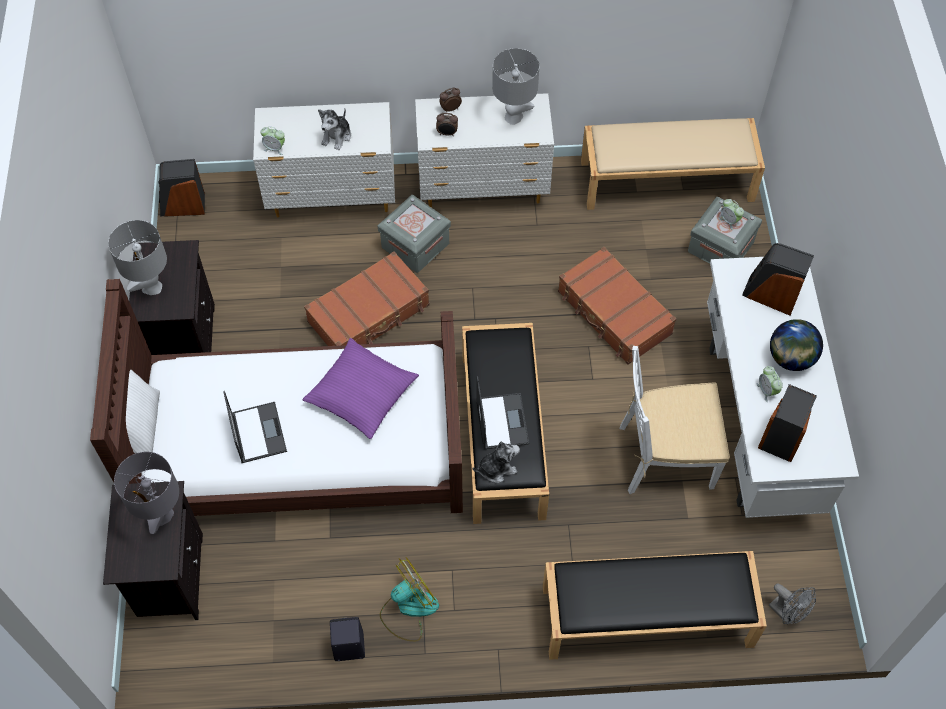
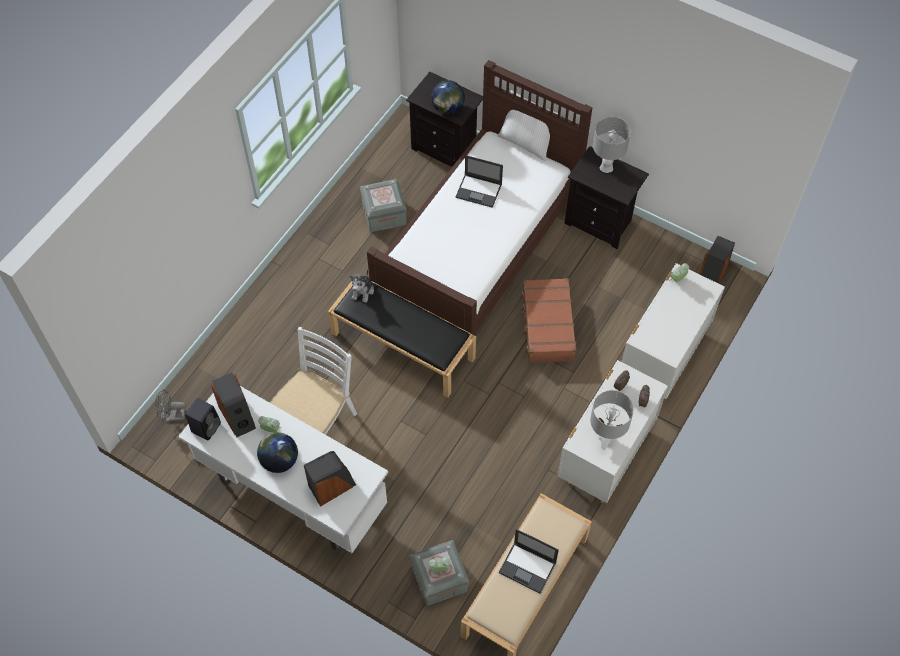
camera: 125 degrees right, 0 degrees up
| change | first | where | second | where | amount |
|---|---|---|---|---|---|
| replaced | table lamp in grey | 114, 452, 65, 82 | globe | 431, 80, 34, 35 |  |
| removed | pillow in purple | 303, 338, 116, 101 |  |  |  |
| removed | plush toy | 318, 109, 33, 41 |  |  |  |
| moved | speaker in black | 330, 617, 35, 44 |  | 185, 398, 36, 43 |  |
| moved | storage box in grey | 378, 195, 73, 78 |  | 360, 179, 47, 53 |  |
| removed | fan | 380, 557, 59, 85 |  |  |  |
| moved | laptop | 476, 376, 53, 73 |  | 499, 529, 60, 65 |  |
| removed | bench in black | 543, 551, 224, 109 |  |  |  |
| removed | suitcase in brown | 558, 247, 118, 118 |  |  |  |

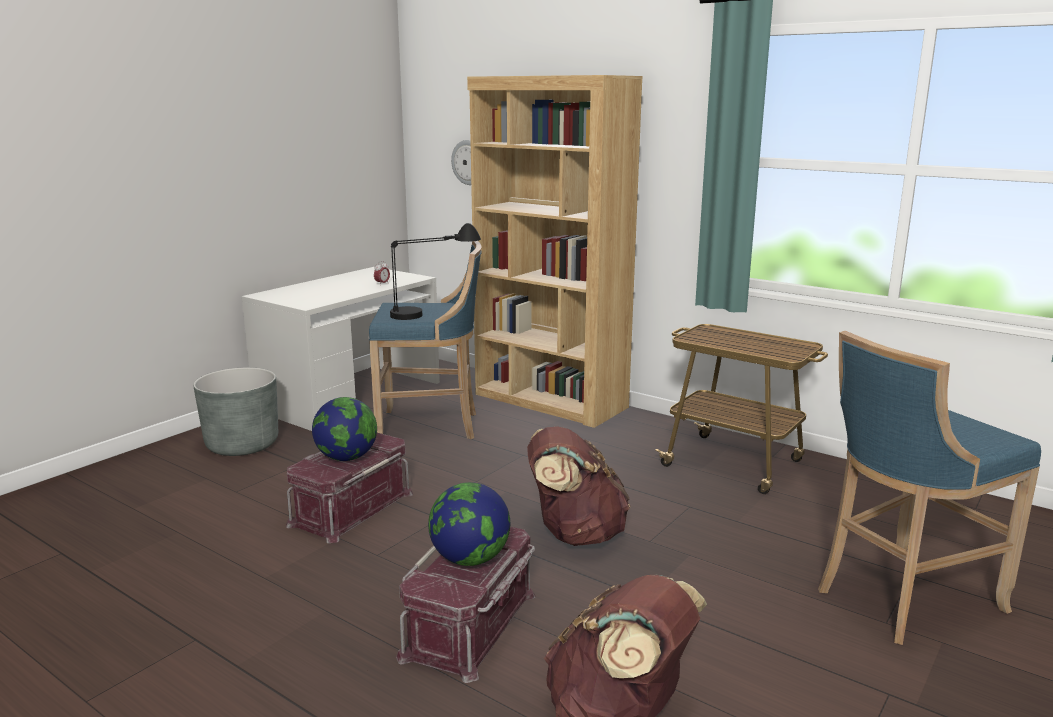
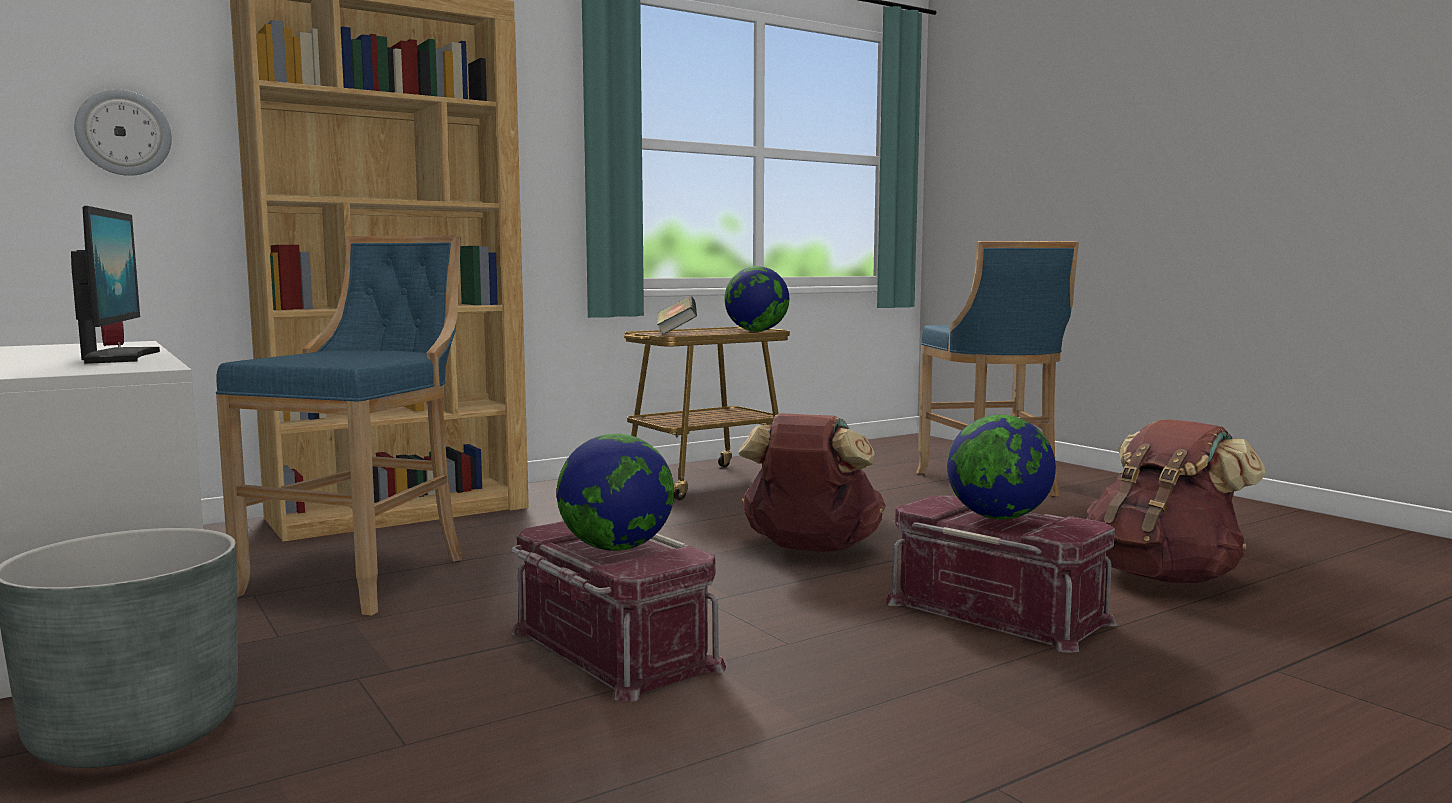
camera: 70 degrees left, 10 degrees down
| change | first | where | second | where | amount |
|---|---|---|---|---|---|
| removed | table lamp in black | 390, 223, 91, 97 |  |  |  |
| added |  |  | monitor | 71, 206, 89, 158 |  |
| added |  |  | book | 657, 296, 40, 39 |  |
| added |  |  | globe | 724, 266, 65, 65 |  |

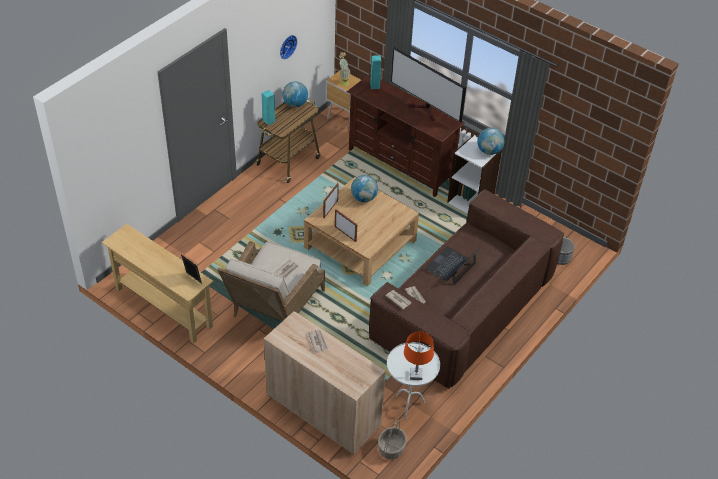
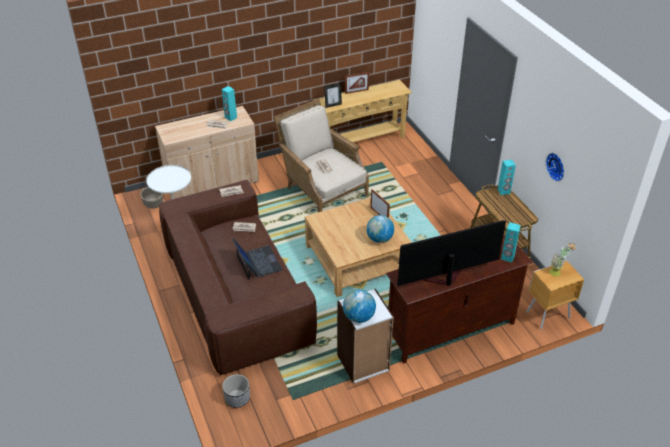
camera: 120 degrees right, 5 degrees down
| change | first | where | second | where | amount |
|---|---|---|---|---|---|
| removed | globe | 282, 81, 26, 26 |  |  |  |
| moved | picture frame | 335, 209, 22, 33 |  | 345, 72, 24, 22 |  |
| removed | table lamp in orange | 404, 332, 30, 48 |  |  |  |
| added |  |  | speaker in turquoise | 222, 86, 15, 35 |  |

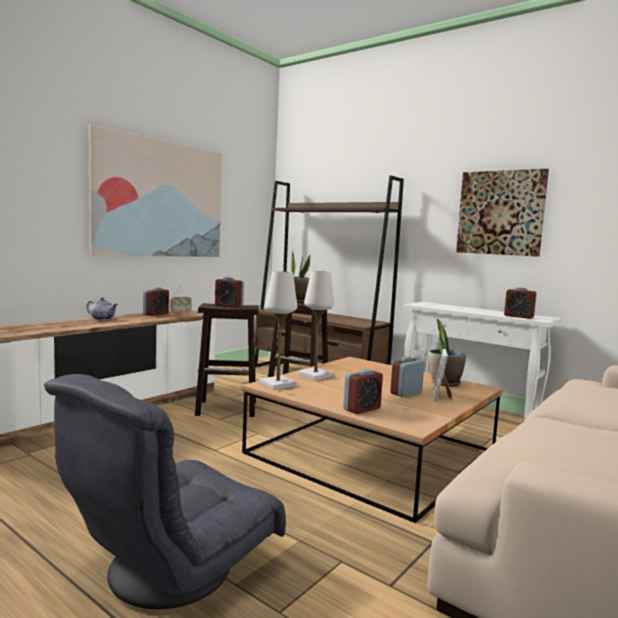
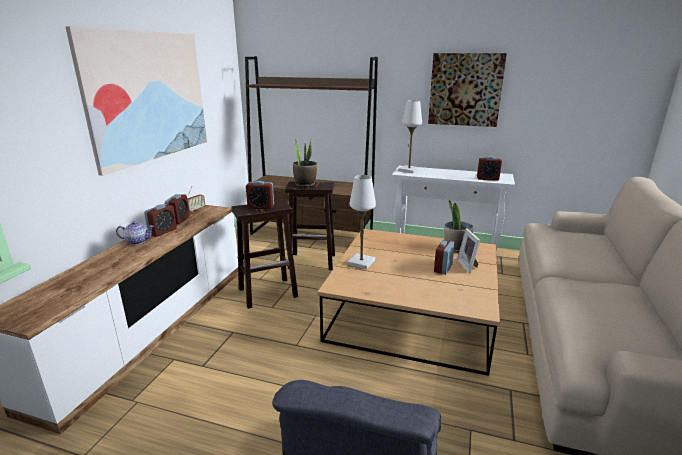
camera: 20 degrees left, 15 degrees up
| change | first | where | second | where | amount |
|---|---|---|---|---|---|
| moved | table lamp in white | 259, 271, 38, 119 |  | 398, 100, 24, 73 |  |
| moved | alarm clock | 343, 369, 40, 45 |  | 144, 204, 33, 33 |  |

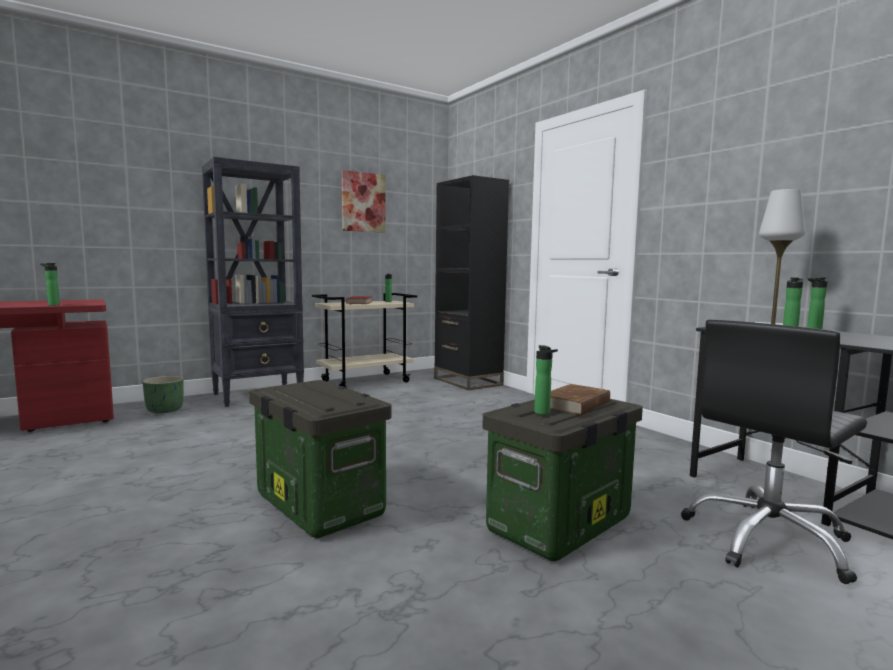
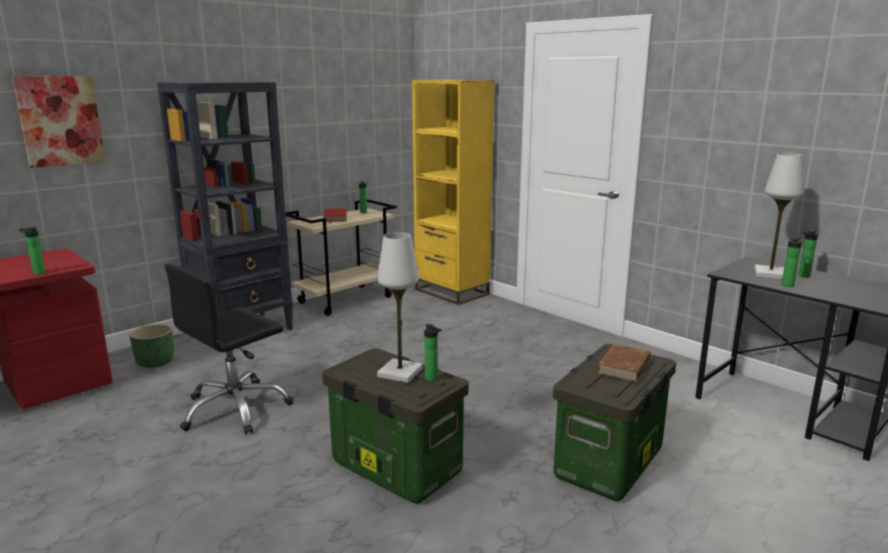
camera: 10 degrees left, 10 degrees up
| change | first | where | second | where | amount |
|---|---|---|---|---|---|
| moved | picture | 342, 170, 44, 63 |  | 12, 76, 93, 92 |  |
| recoloured | bookcase in black | 434, 175, 75, 215 | bookcase in yellow | 412, 80, 83, 225 |  |
| moved | bottle | 534, 345, 24, 69 |  | 424, 324, 18, 57 |  |
| moved | office chair in black | 681, 320, 186, 264 |  | 164, 263, 129, 172 |  |
| added |  |  | table lamp in white | 377, 232, 46, 151 |  |

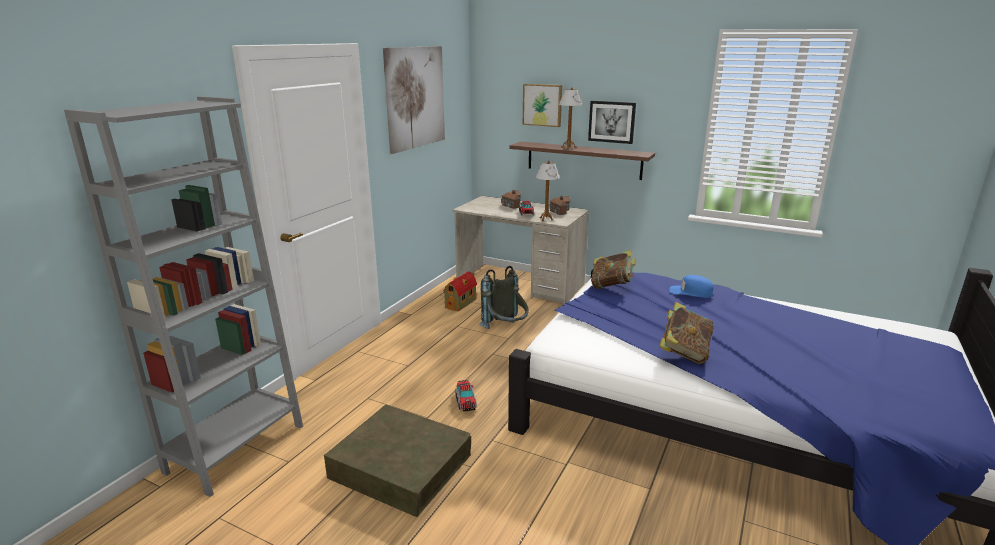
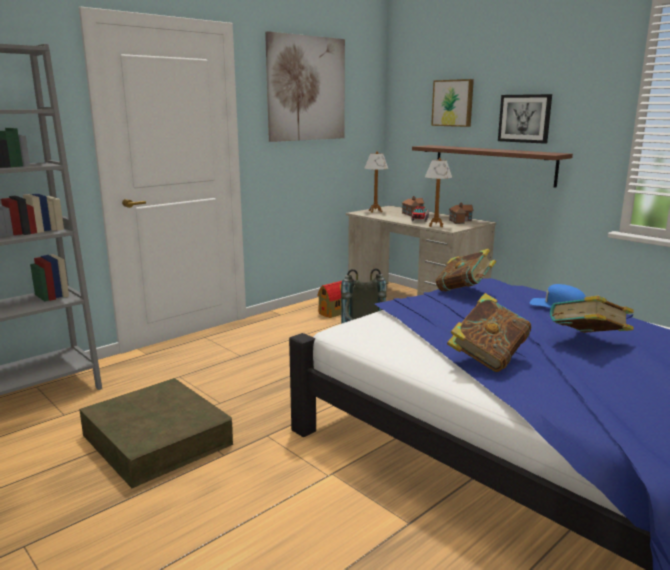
camera: 20 degrees right, 5 degrees down
| change | first | where | second | where | amount |
|---|---|---|---|---|---|
| removed | toy truck | 455, 380, 22, 32 |  |  |  |
| moved | table lamp | 559, 88, 24, 61 |  | 365, 151, 23, 62 |  |
| added |  |  | book | 550, 296, 84, 37 |  |

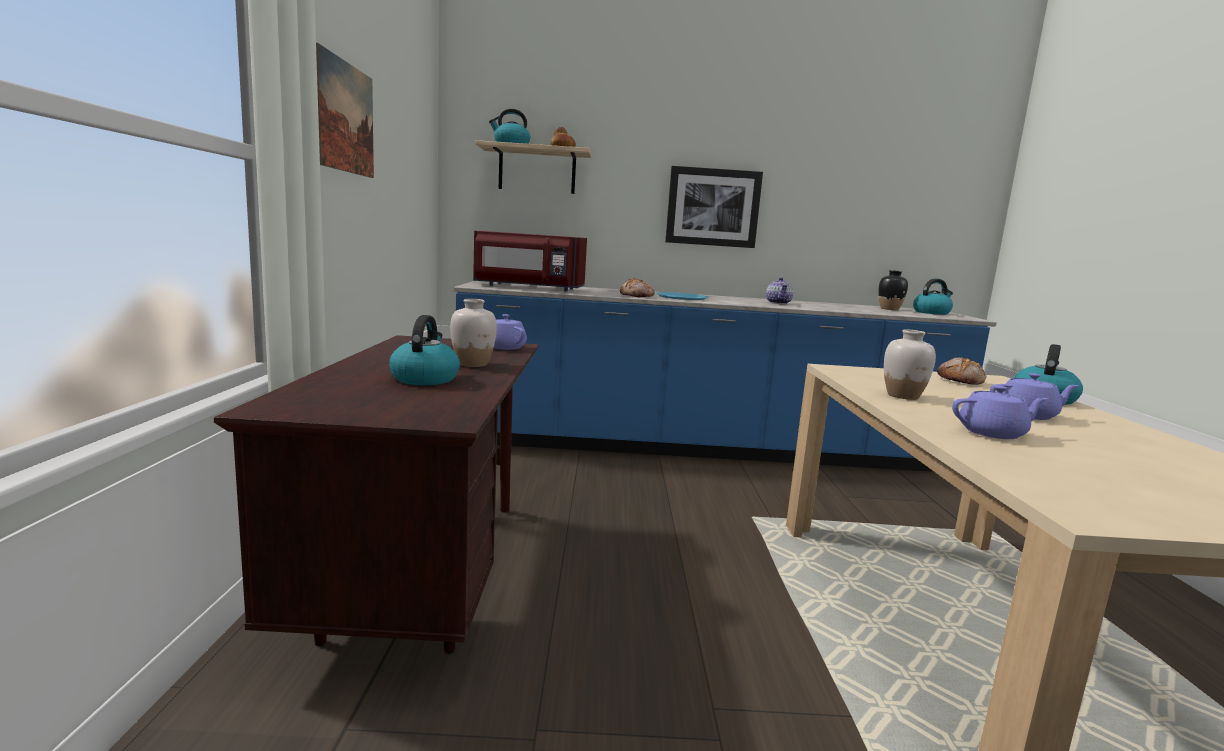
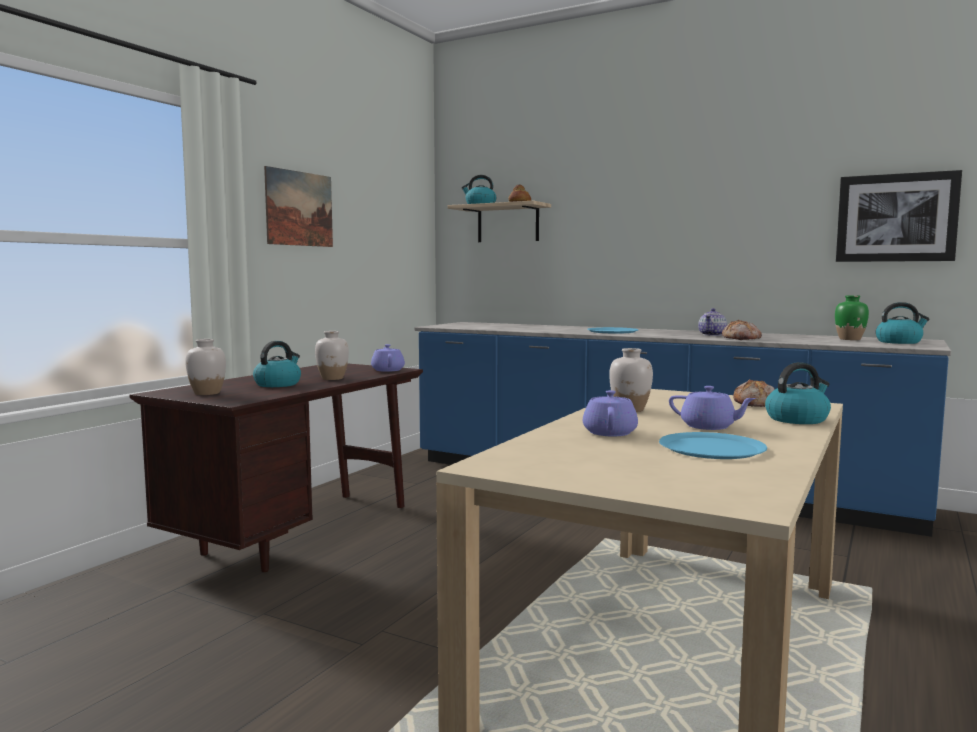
camera: 30 degrees right, 5 degrees down
| change | first | where | second | where | amount |
|---|---|---|---|---|---|
| removed | microwave in red | 473, 231, 114, 60 |  |  |  |
| moved | bread | 620, 278, 35, 20 |  | 722, 320, 40, 20 |  |
| moved | picture | 665, 166, 98, 82 |  | 836, 170, 126, 92 |  |
| recoloured | vase in black | 878, 270, 30, 40 | vase in green | 835, 295, 34, 45 |  |
| turned | teapot in purple | 952, 386, 96, 53 |  | 583, 390, 55, 46 | 105 degrees counterclockwise |
| added |  |  | vase in white | 185, 339, 41, 56 |  |
| added |  |  | plate in blue | 659, 432, 108, 27 |  |

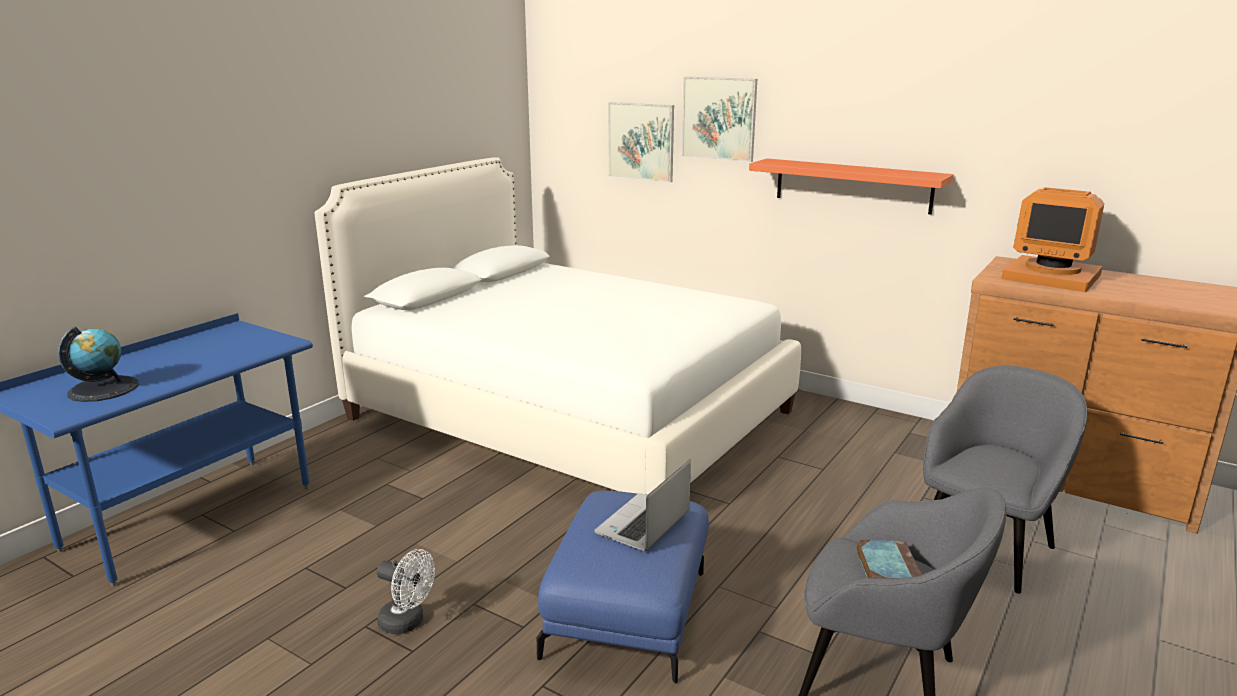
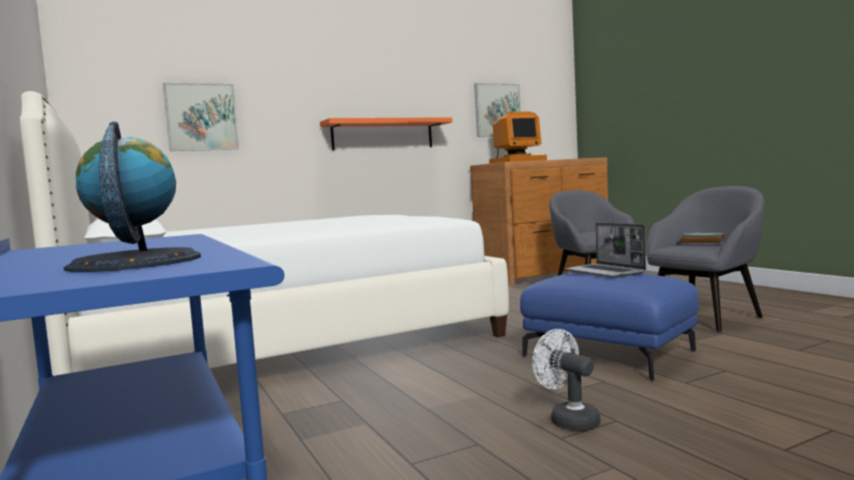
camera: 60 degrees left, 15 degrees down
| change | first | where | second | where | amount |
|---|---|---|---|---|---|
| turned | fan in white | 377, 549, 58, 85 |  | 532, 329, 69, 102 | 90 degrees counterclockwise |
| moved | picture | 681, 77, 76, 85 |  | 474, 83, 47, 54 |  |

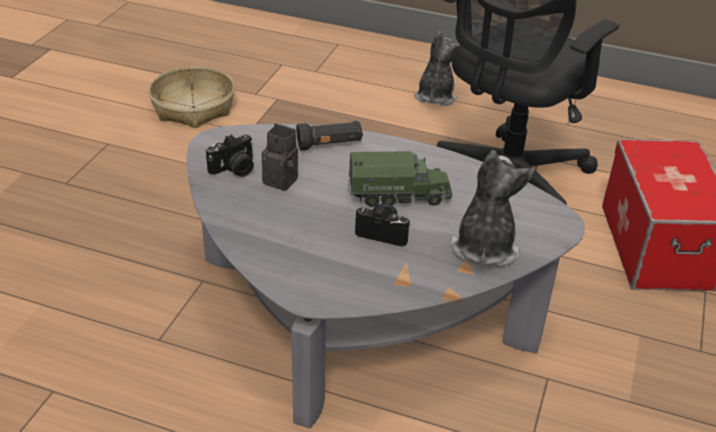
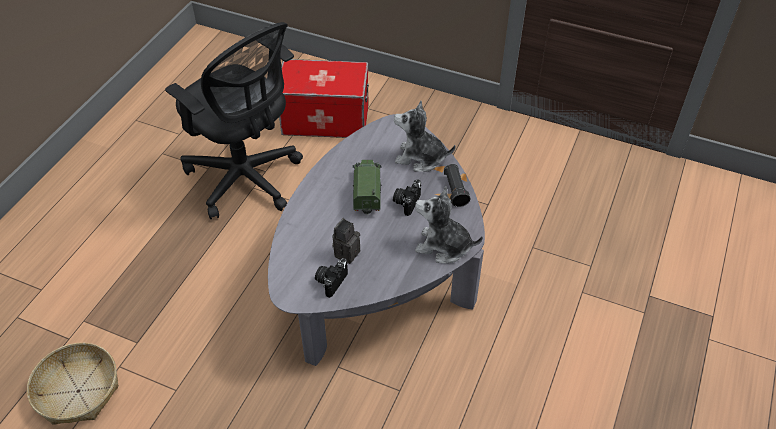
camera: 85 degrees left, 10 degrees up
| change | first | where | second | where | amount |
|---|---|---|---|---|---|
| turned | photo camera | 206, 134, 48, 43 |  | 315, 258, 33, 40 | 120 degrees counterclockwise |
| moved | flashlight in black | 296, 120, 67, 30 |  | 444, 164, 27, 43 |  |
| moved | plush toy | 415, 31, 45, 75 |  | 415, 186, 68, 77 |  |

